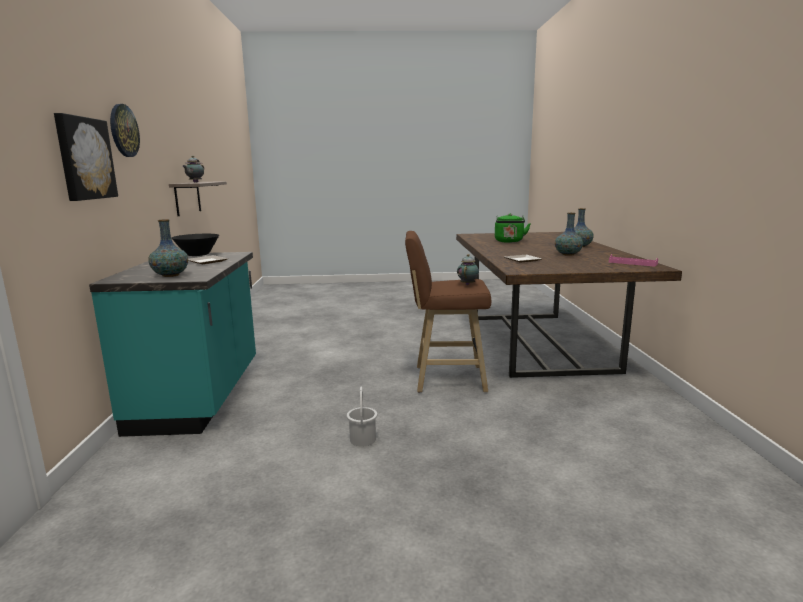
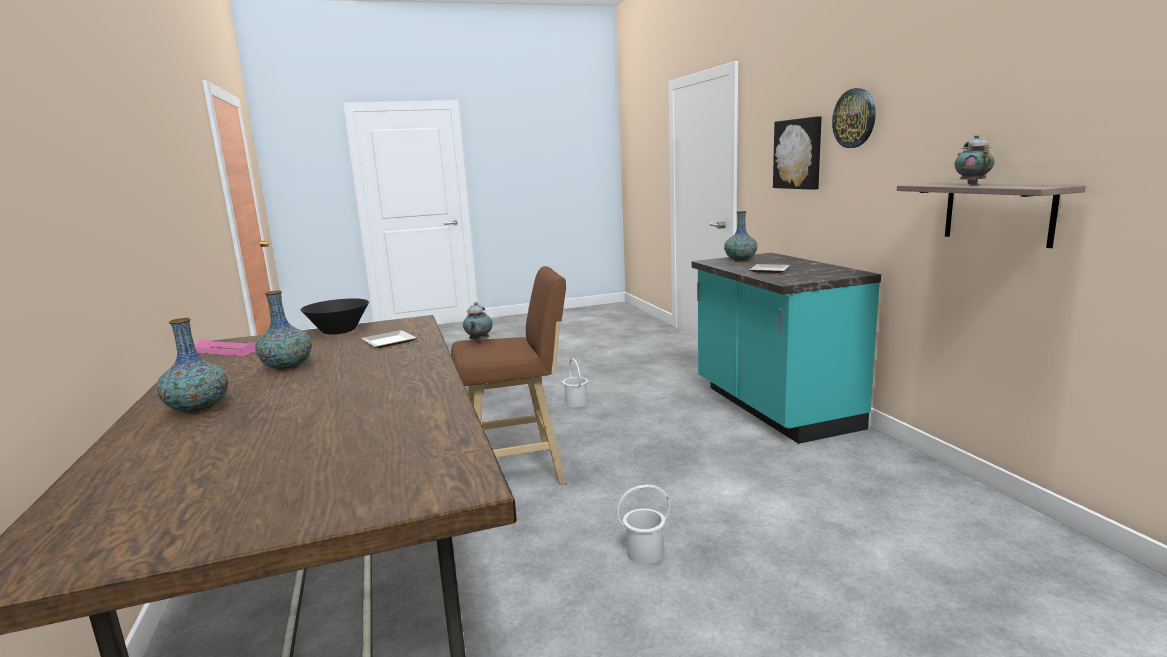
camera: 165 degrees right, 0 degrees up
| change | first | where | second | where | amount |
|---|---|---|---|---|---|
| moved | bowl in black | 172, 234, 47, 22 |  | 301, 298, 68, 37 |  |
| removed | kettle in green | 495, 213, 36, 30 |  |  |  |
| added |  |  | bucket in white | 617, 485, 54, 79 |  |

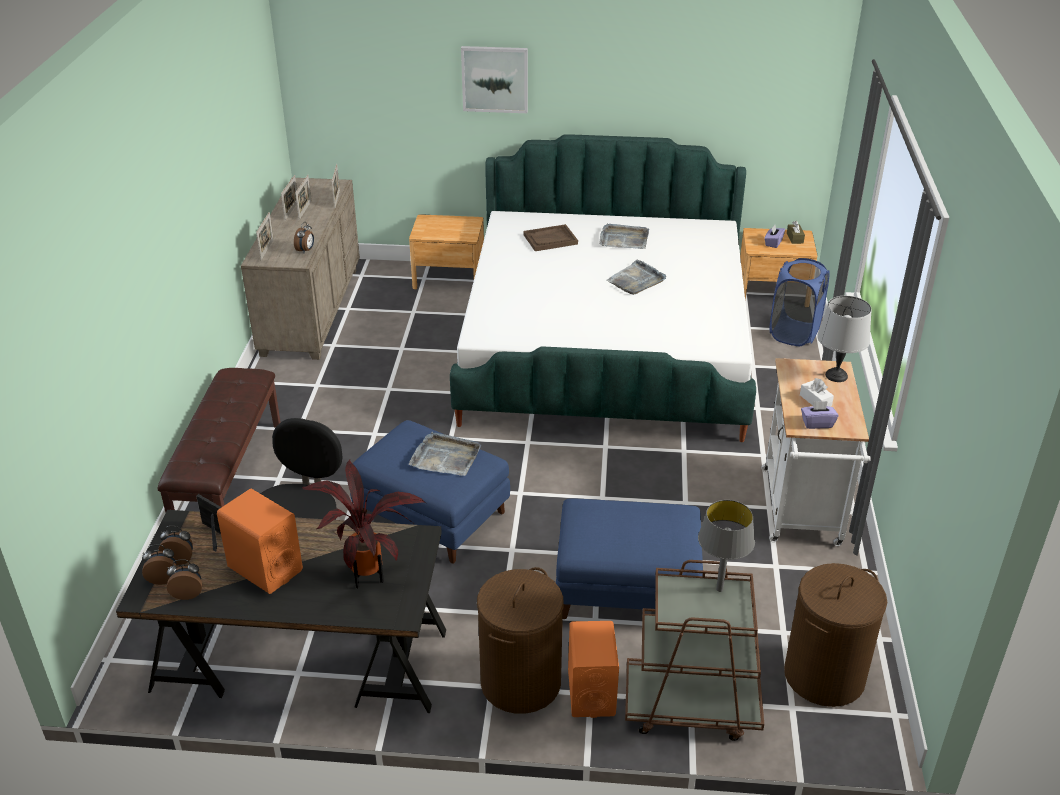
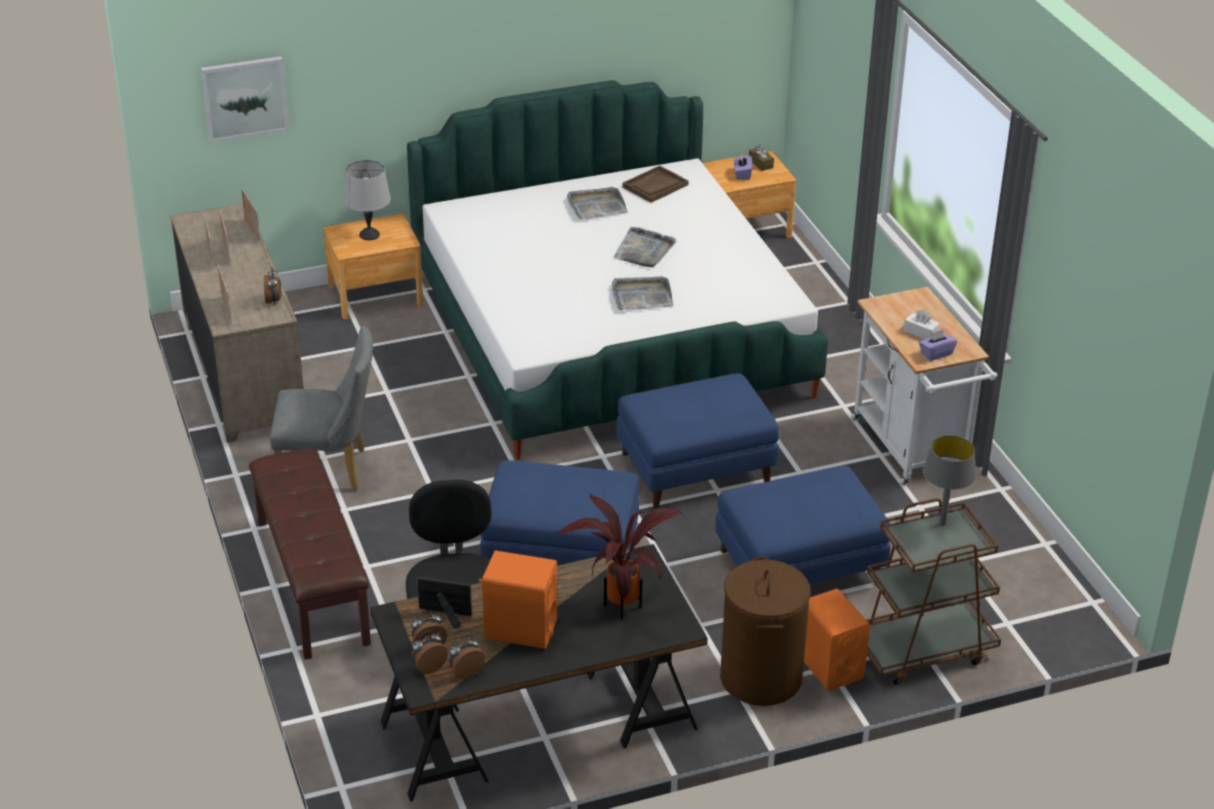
camera: 25 degrees left, 0 degrees up
| change | first | where | second | where | amount |
|---|---|---|---|---|---|
| moved | tray in grey | 409, 432, 72, 44 |  | 612, 276, 61, 35 |  |
| moved | picture | 461, 46, 67, 67 |  | 201, 56, 88, 86 |  |
| moved | tray in brown | 523, 224, 55, 27 |  | 622, 166, 67, 37 |  |
| removed | laundry basket in blue | 770, 258, 59, 88 |  |  |  |
| removed | laundry basket in brown | 784, 563, 103, 144 |  |  |  |
| moved | table lamp in grey | 817, 296, 55, 86 |  | 344, 160, 47, 80 |  |
| added |  |  | chair in grey | 270, 326, 103, 164 |  |
| added |  |  | ottoman in blue | 616, 373, 163, 135 |  |

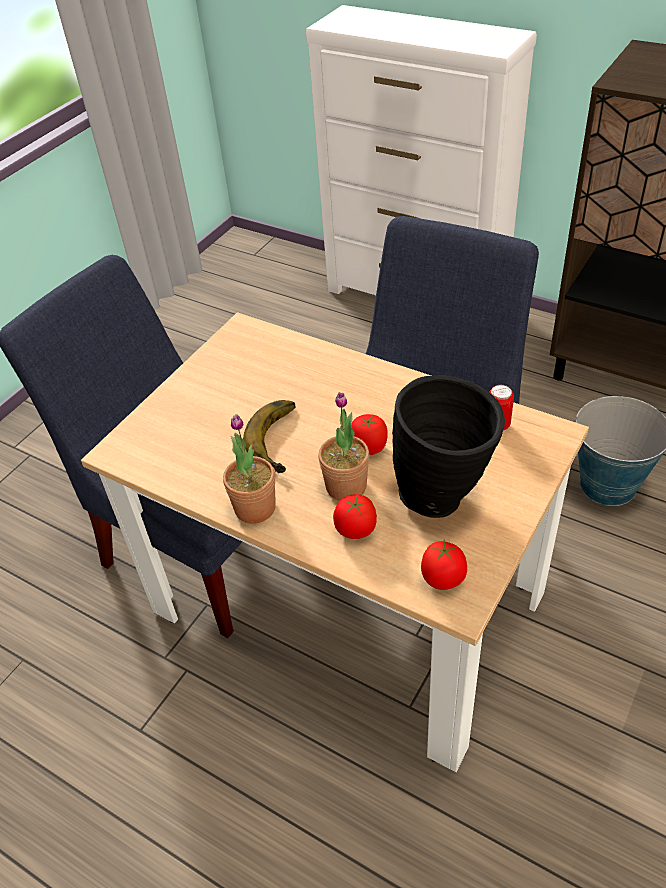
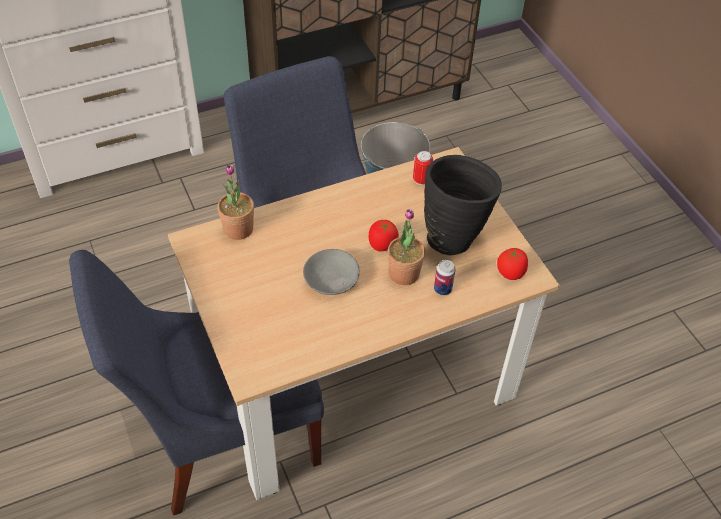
camera: 60 degrees left, 5 degrees up
| change | first | where | second | where | amount |
|---|---|---|---|---|---|
| moved | potted plant | 223, 414, 53, 109 |  | 218, 164, 36, 76 |  |
| replaced | banana | 243, 400, 53, 73 | bowl in grey | 303, 249, 57, 46 |  |
| replaced | tomato | 333, 494, 44, 45 | can | 434, 260, 21, 35 |  |

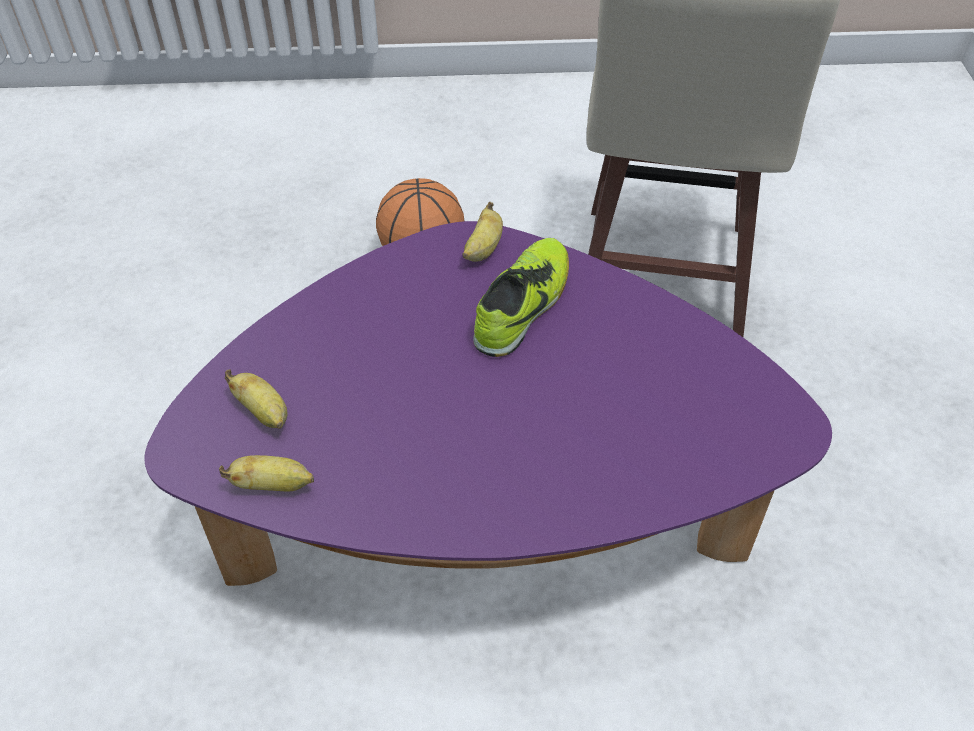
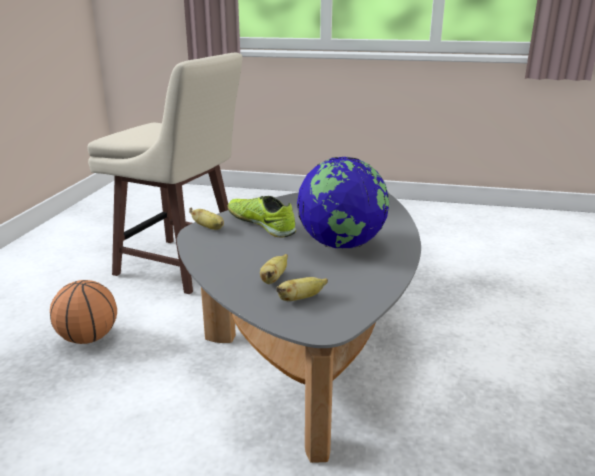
camera: 75 degrees left, 25 degrees down
| change | first | where | second | where | amount |
|---|---|---|---|---|---|
| recoloured | coffee table in purple | 144, 221, 688, 365 | coffee table in grey | 177, 192, 244, 271 |  |
| moved | banana | 219, 455, 95, 36 |  | 260, 254, 28, 30 |  |
| added |  |  | globe | 297, 157, 93, 92 |  |

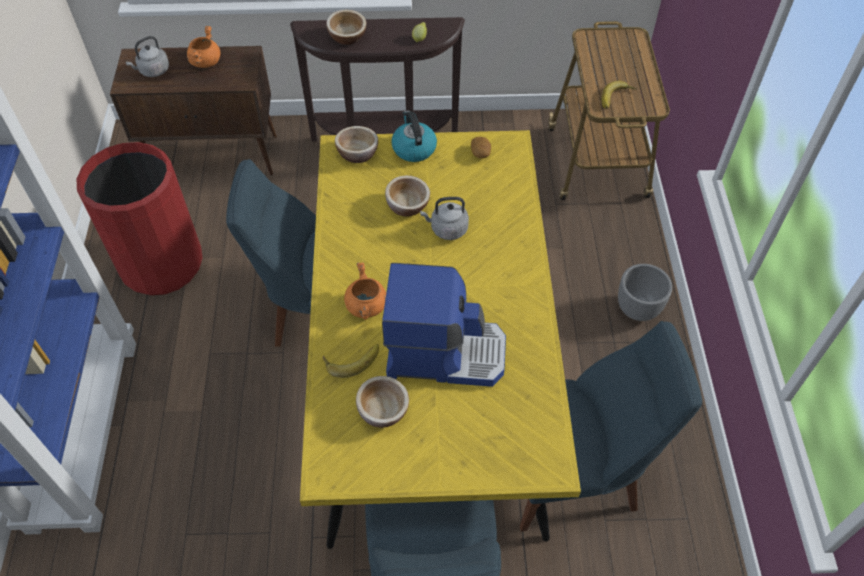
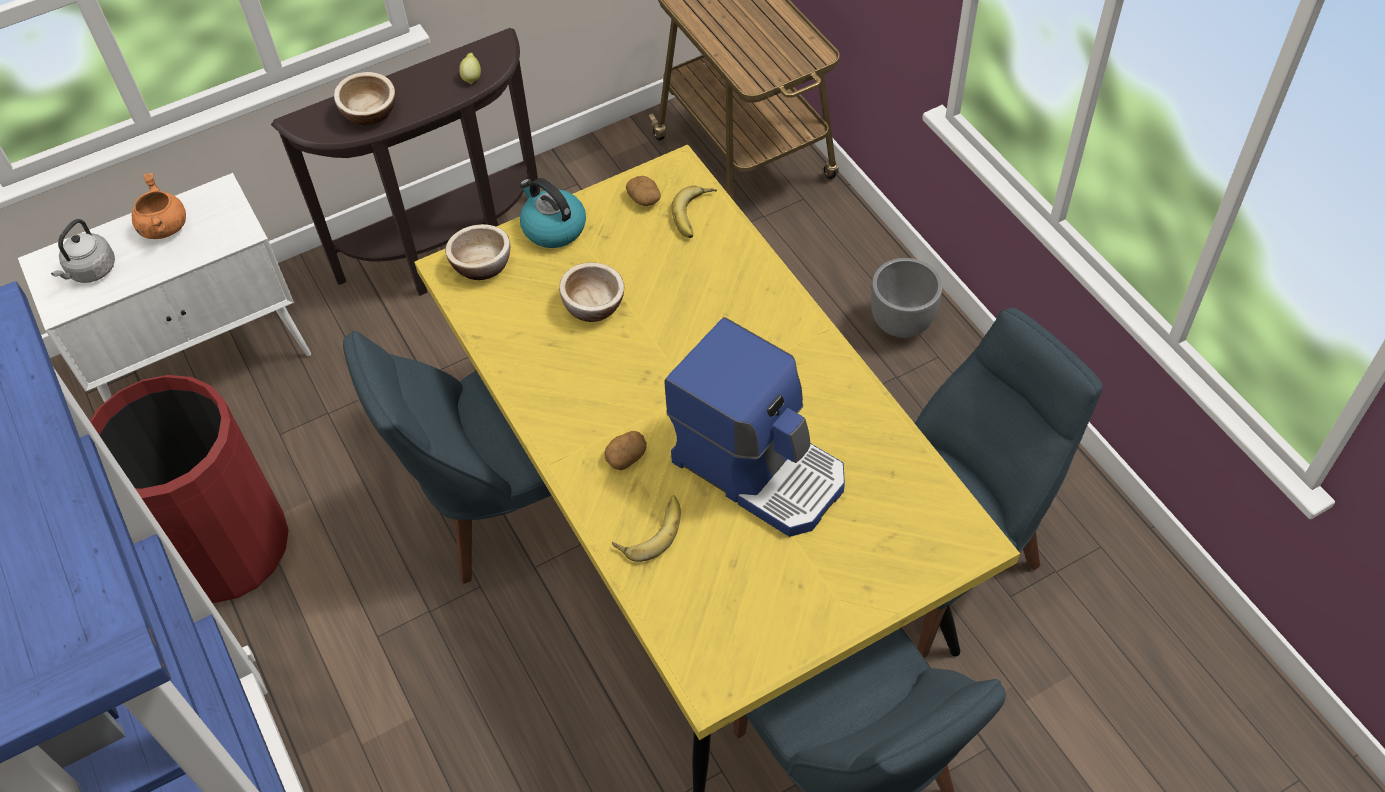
camera: 25 degrees left, 0 degrees up
| change | first | where | second | where | amount |
|---|---|---|---|---|---|
| recoloured | cabinet in brown | 110, 46, 167, 129 | cabinet in white | 18, 173, 293, 230 |  |
| replaced | cooking pot in orange | 344, 262, 42, 58 | potato | 604, 431, 43, 39 |  |
| removed | bowl | 356, 376, 53, 52 |  |  |  |
| turned | coffee machine | 382, 263, 124, 124 |  | 664, 317, 181, 220 | 60 degrees clockwise |
| removed | kettle in grey | 420, 197, 49, 43 |  |  |  |
| moved | banana | 602, 81, 35, 28 |  | 672, 185, 45, 53 |  |

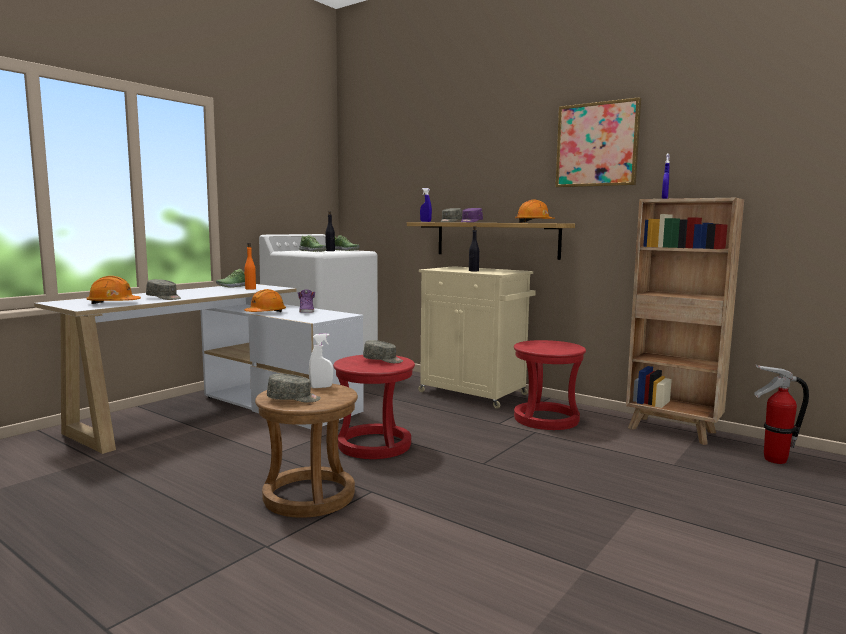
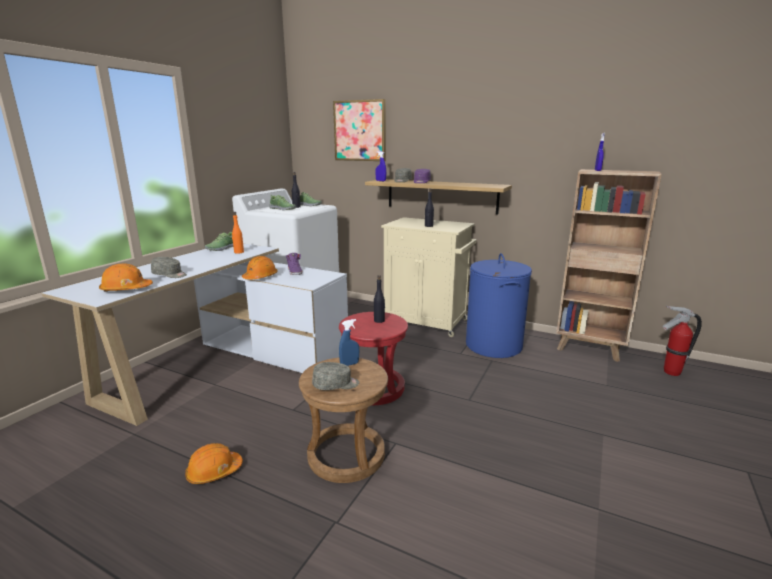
camera: 10 degrees left, 10 degrees up
| change | first | where | second | where | amount |
|---|---|---|---|---|---|
| recoloured | spray bottle in white | 309, 333, 24, 55 | spray bottle in blue | 339, 319, 20, 47 |  |
| replaced | cap in grey | 363, 340, 40, 23 | bottle in black | 374, 275, 11, 48 |  |
| replaced | stool in red | 514, 340, 72, 90 | laundry basket in blue | 466, 253, 66, 105 |  |
| moved | hard hat in orange | 515, 200, 40, 23 |  | 185, 443, 58, 41 |  |
| moved | picture | 555, 97, 86, 91 |  | 333, 99, 53, 62 |  |

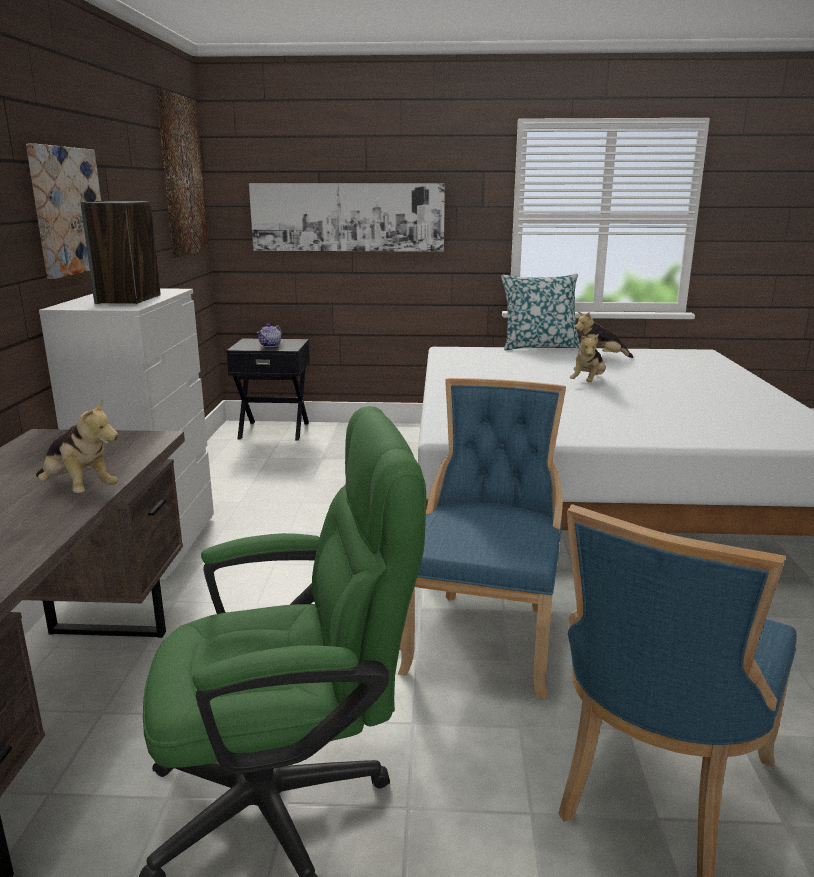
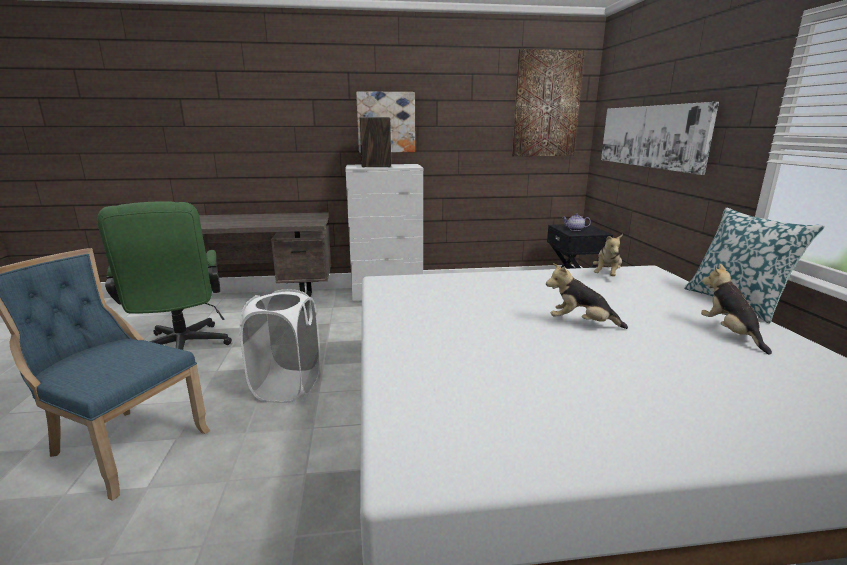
camera: 80 degrees right, 0 degrees up
| change | first | where | second | where | amount |
|---|---|---|---|---|---|
| moved | plush toy | 36, 399, 82, 94 |  | 593, 234, 30, 42 |  |
| replaced | chair in blue | 398, 378, 168, 321 | laundry basket in white | 240, 289, 80, 114 |  |

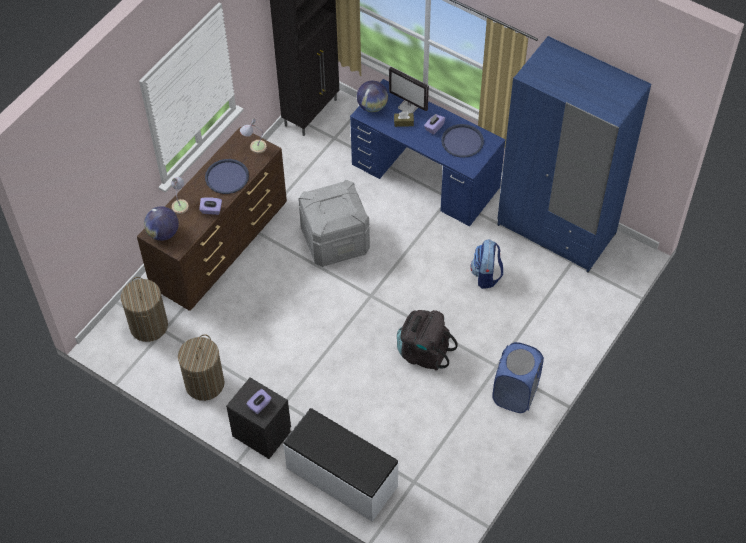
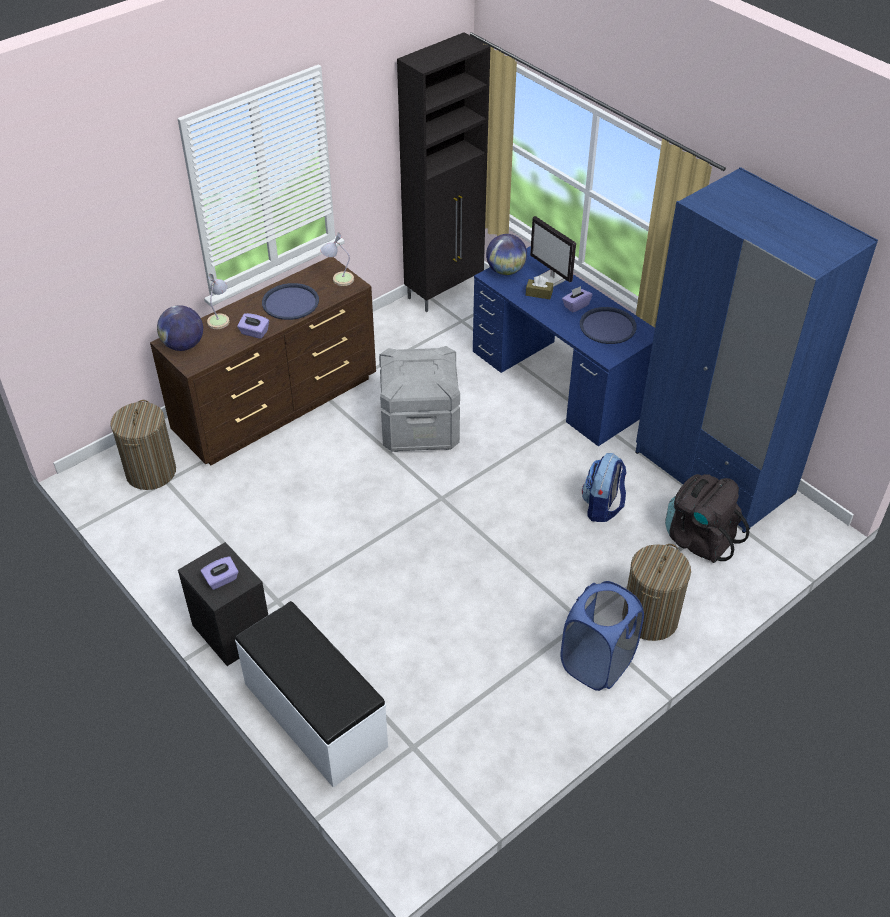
camera: 15 degrees right, 10 degrees down
| change | first | where | second | where | amount |
|---|---|---|---|---|---|
| moved | laundry basket | 178, 334, 46, 67 |  | 627, 544, 64, 97 |  |
| moved | backpack in black | 397, 310, 61, 61 |  | 665, 474, 85, 89 |  |

